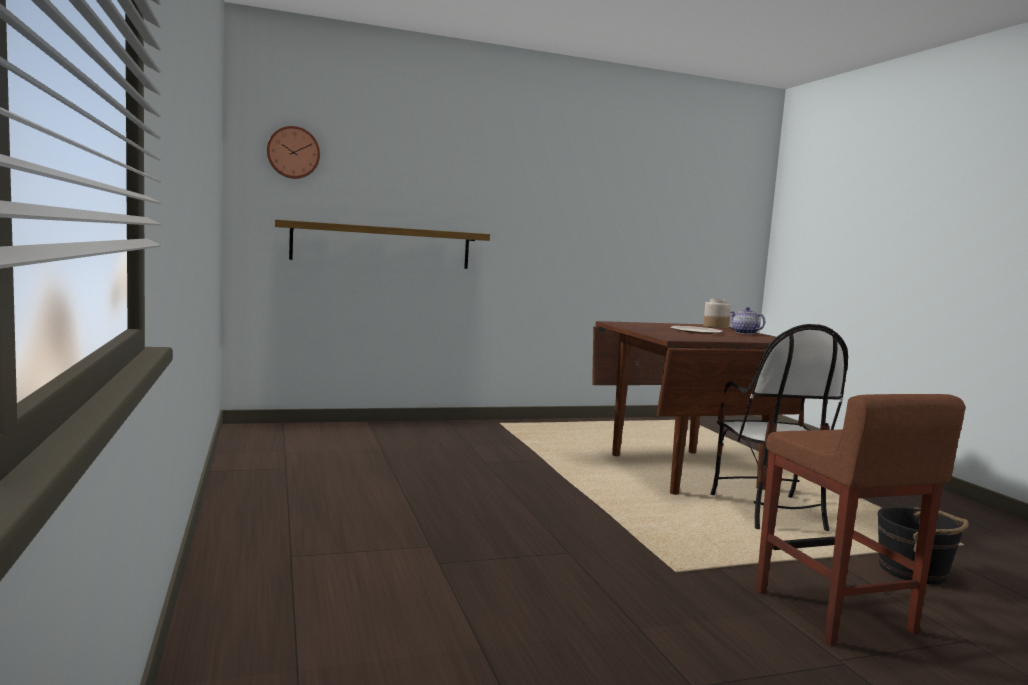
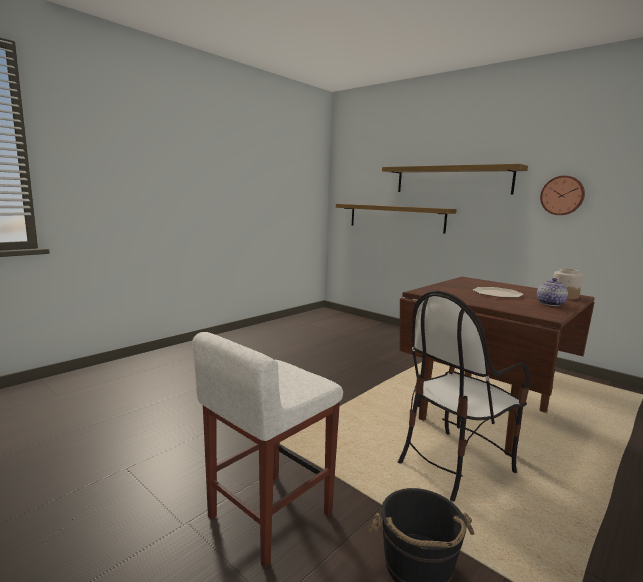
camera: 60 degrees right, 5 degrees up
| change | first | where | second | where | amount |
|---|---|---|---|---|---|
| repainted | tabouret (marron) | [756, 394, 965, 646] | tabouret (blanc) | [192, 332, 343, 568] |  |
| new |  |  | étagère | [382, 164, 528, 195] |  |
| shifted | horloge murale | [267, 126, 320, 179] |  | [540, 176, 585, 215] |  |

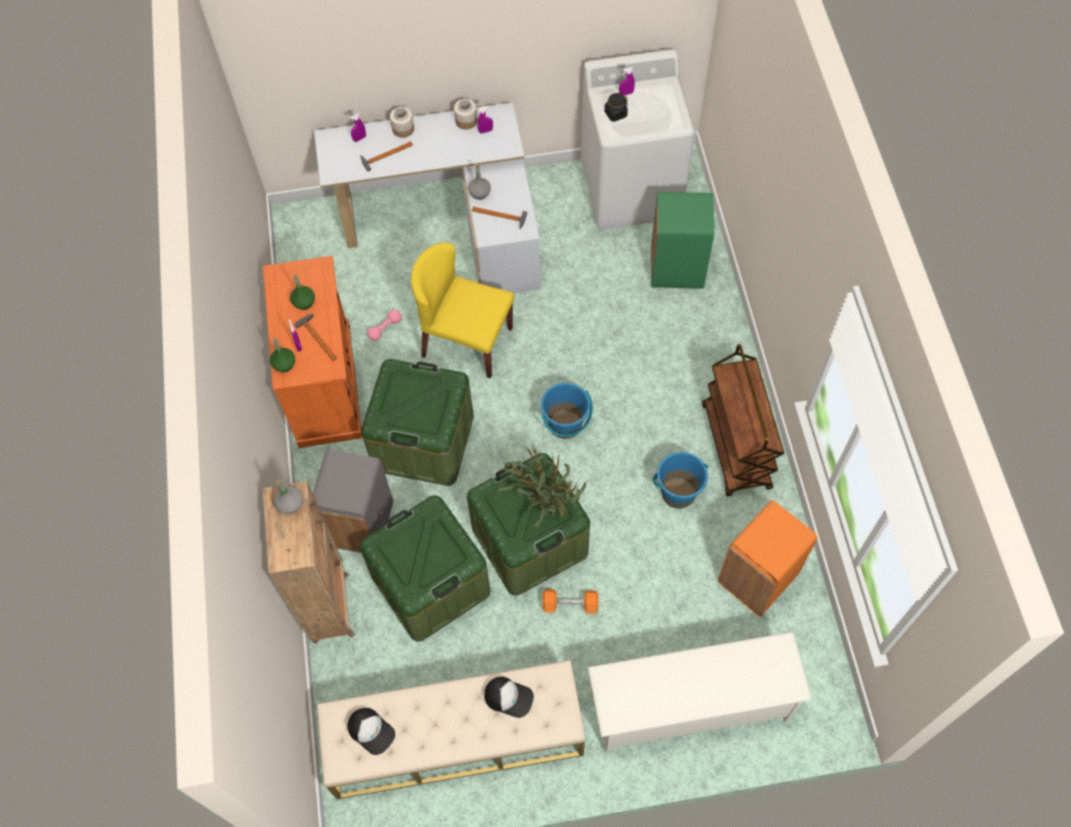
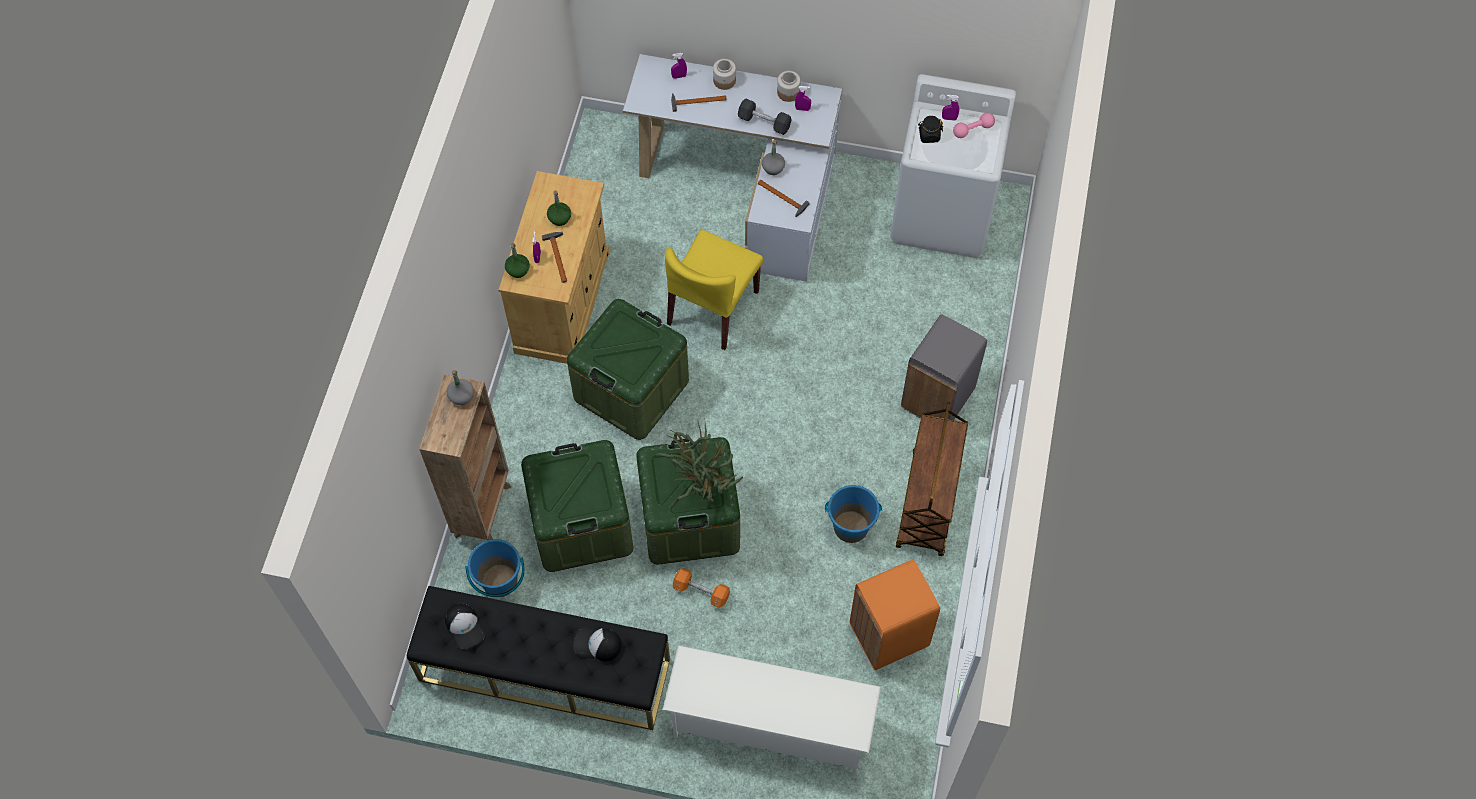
camera: 20 degrees right, 0 degrees up
| change | first | where | second | where | amount |
|---|---|---|---|---|---|
| repainted | banc (beige) | [317, 660, 585, 799] | banc (noir) | [407, 586, 670, 730] |  |
| shifted | seau (bleu) | [541, 383, 593, 439] |  | [465, 539, 525, 597] |  |
| repainted | meuble de rangement (orange) | [263, 256, 363, 448] | meuble de rangement (beige) | [499, 171, 609, 364] |  |
| rotated | casquette | [484, 677, 534, 718] |  | [574, 627, 622, 662] | 150 degrees clockwise |
| rotated | chaise (jaune) | [411, 243, 514, 378] |  | [665, 230, 763, 350] | 105 degrees counterclockwise |
| new |  |  | haltère (noir) | [738, 98, 791, 135] |  |
| shifted | poubelle (gris) | [313, 449, 393, 553] |  | [901, 314, 987, 420] |  |
| shifted | haltère (rose) | [367, 310, 402, 341] |  | [953, 113, 995, 138] |  |
| gone | poubelle (vert) | [651, 192, 714, 289] |  |  |  |

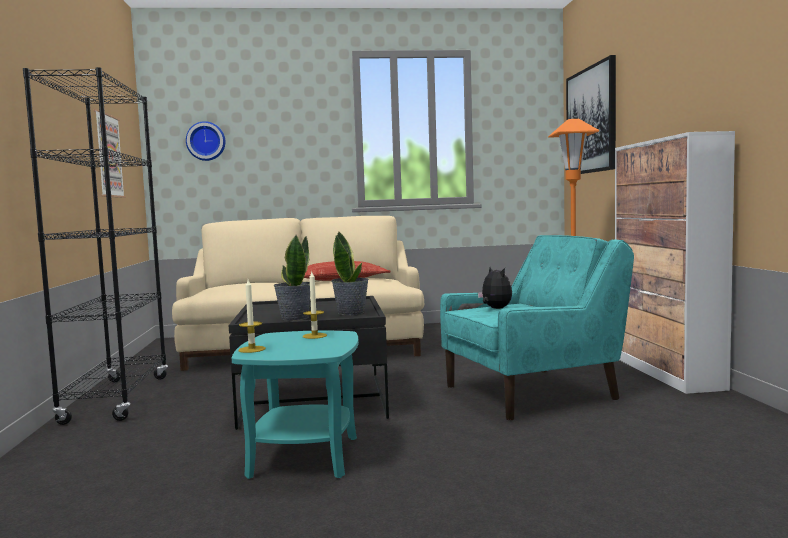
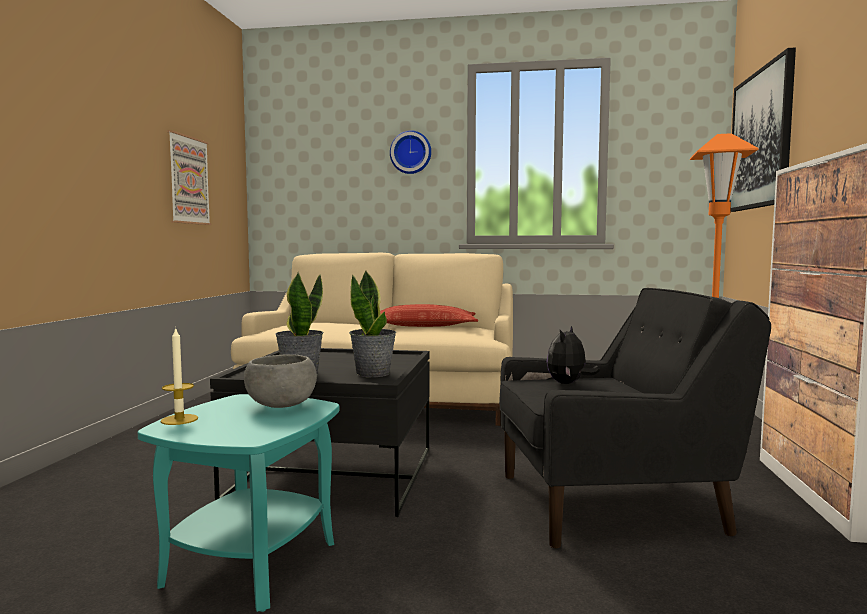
camera: 15 degrees right, 0 degrees up
| change | first | where | second | where | amount |
|---|---|---|---|---|---|
| swapped | bougie | [303, 272, 327, 339] | bol (gris) | [244, 354, 317, 408] |  |
| shifted | horloge murale | [186, 121, 225, 161] |  | [390, 130, 431, 174] |  |
| repainted | fauteuil (turquoise) | [440, 235, 634, 420] | fauteuil (noir) | [499, 288, 771, 548] |  |
| rotated | peluche | [478, 267, 512, 309] |  | [547, 326, 600, 384] | 135 degrees counterclockwise |
| gone | bibliothèque (noir) | [23, 67, 168, 425] |  |  |  |

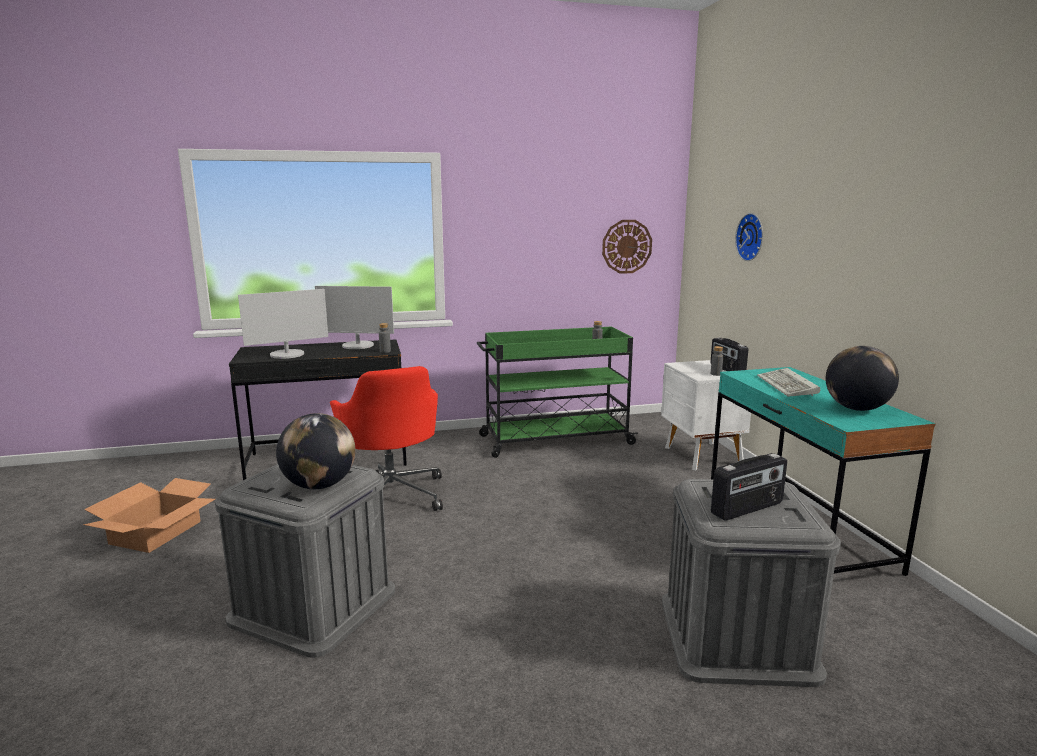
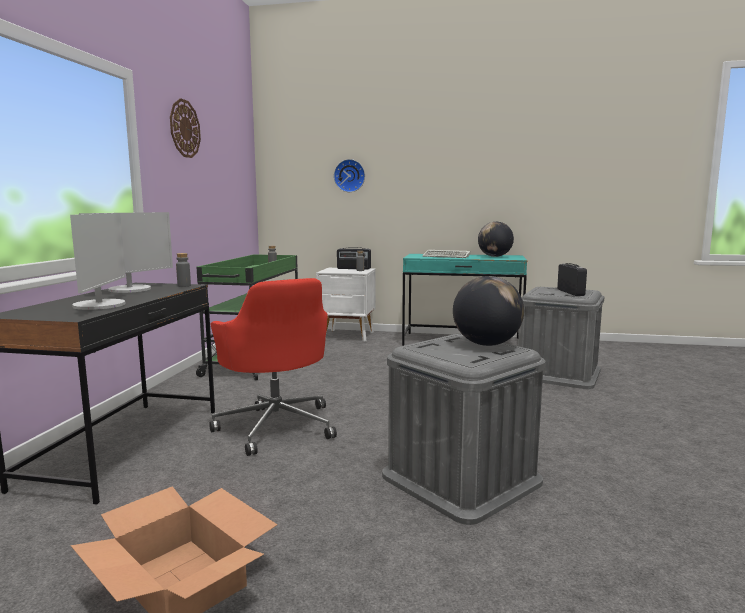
camera: 65 degrees left, 5 degrees down
| change | first | where | second | where | amount |
|---|---|---|---|---|---|
| shifted | horloge murale | [602, 220, 652, 274] |  | [170, 98, 201, 158] |  |
| rotated | chaise de bureau (rouge) | [330, 366, 443, 511] |  | [209, 278, 337, 456] | 60 degrees clockwise |

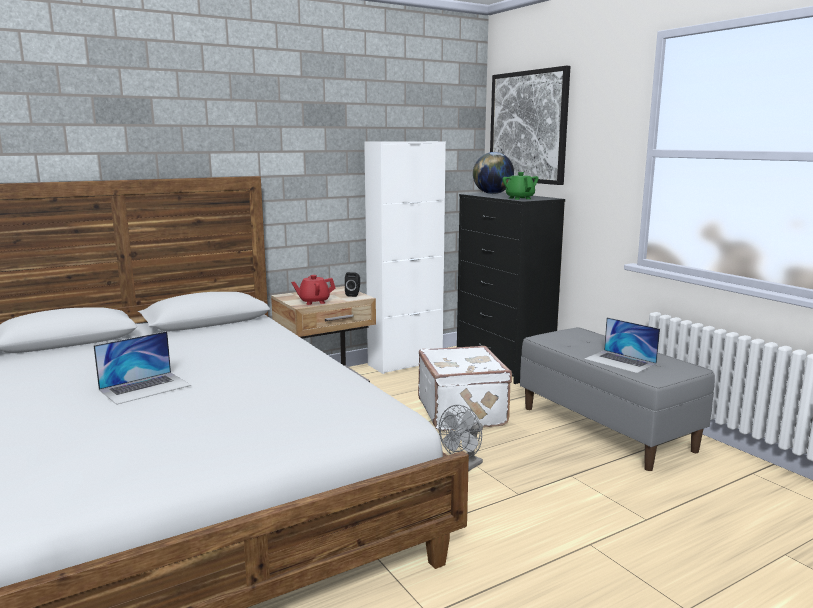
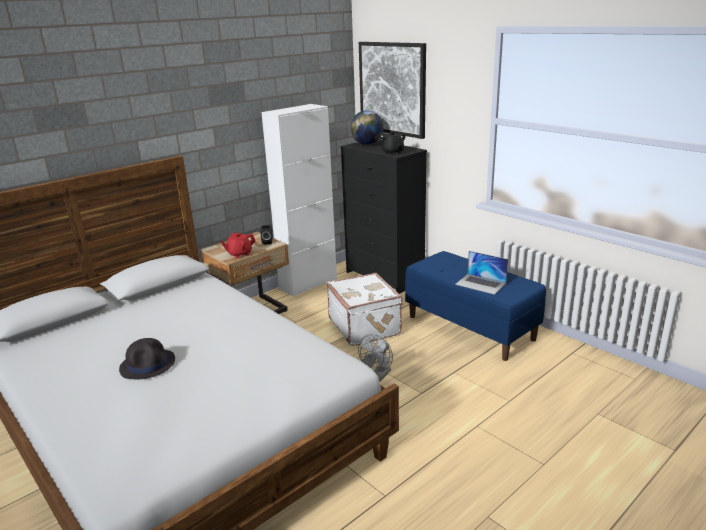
camera: 10 degrees left, 10 degrees up
| change | first | where | second | where | amount |
|---|---|---|---|---|---|
| swapped | ordinateur portable | [93, 331, 191, 405] | chapeau (noir) | [119, 338, 175, 379] |  |
| repainted | théière (vert) | [502, 172, 539, 200] | théière (noir) | [378, 131, 406, 155] |  |
| repainted | banc (gris) | [520, 327, 715, 471] | banc (bleu) | [405, 251, 546, 361] |  |

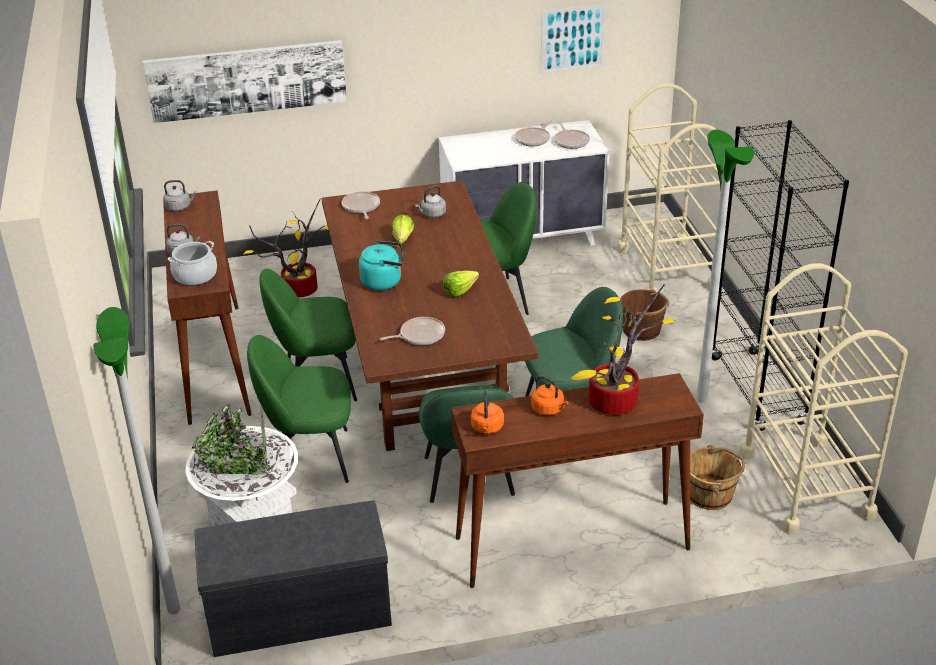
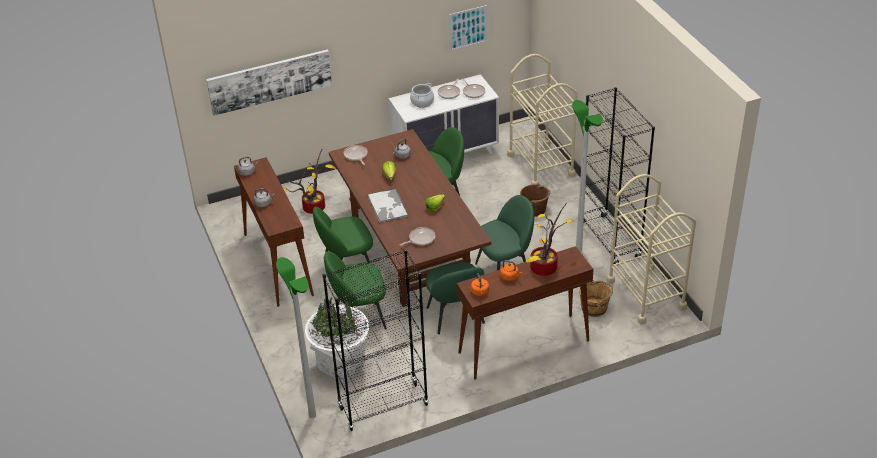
camera: 10 degrees left, 5 degrees up
| change | first | where | second | where | amount |
|---|---|---|---|---|---|
| swapped | banc (gris) | [194, 500, 392, 657] | bibliothèque (noir) | [322, 249, 429, 431] |  |
| swapped | bouilloire (turquoise) | [359, 241, 404, 291] | plateau | [367, 188, 409, 223] |  |
| shifted | marmite | [168, 241, 217, 286] |  | [410, 83, 434, 108] |  |

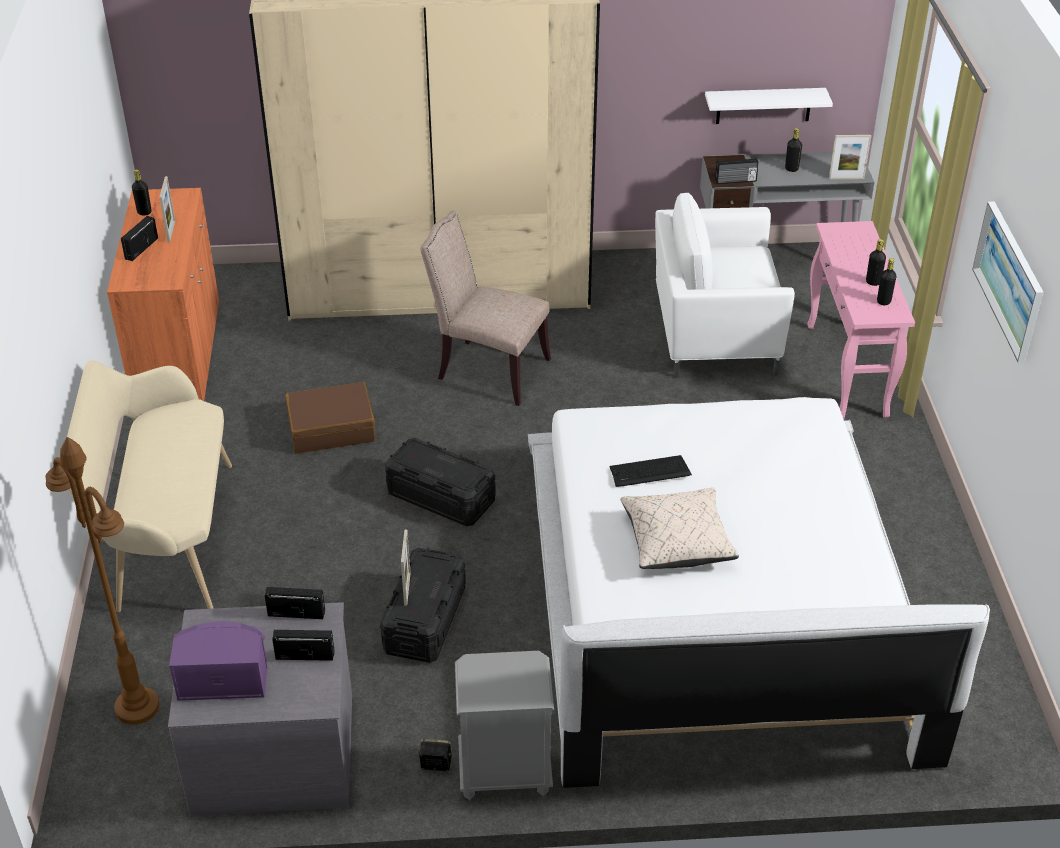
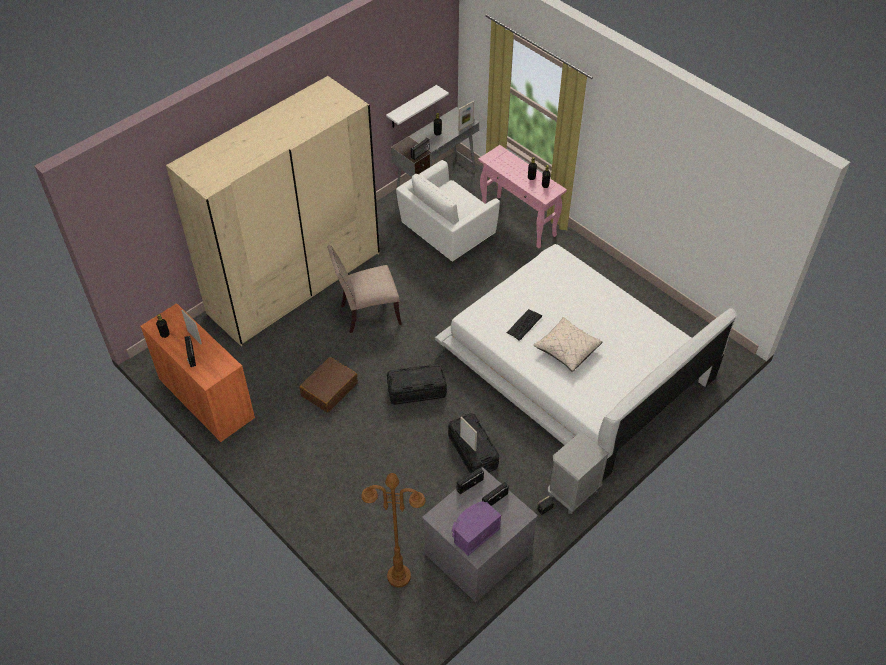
camera: 40 degrees left, 10 degrees up
| change | first | where | second | where | amount |
|---|---|---|---|---|---|
| gone | banc (beige) | [67, 361, 232, 612] |  |  |  |
| gone | tableau | [972, 201, 1044, 362] |  |  |  |

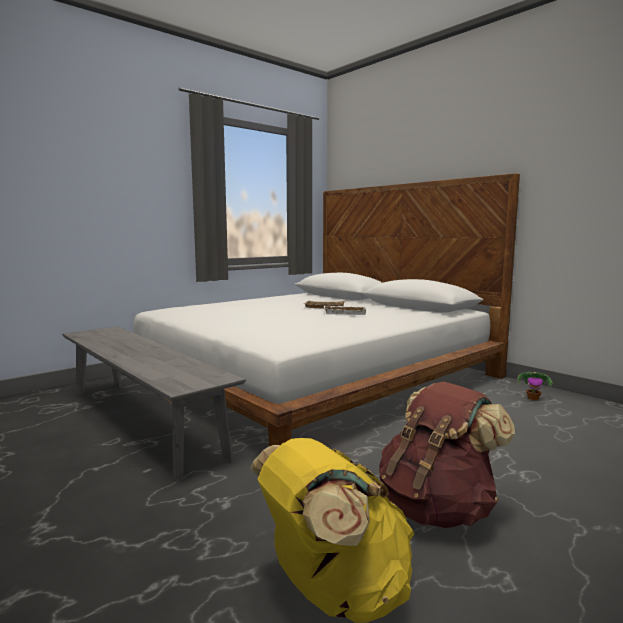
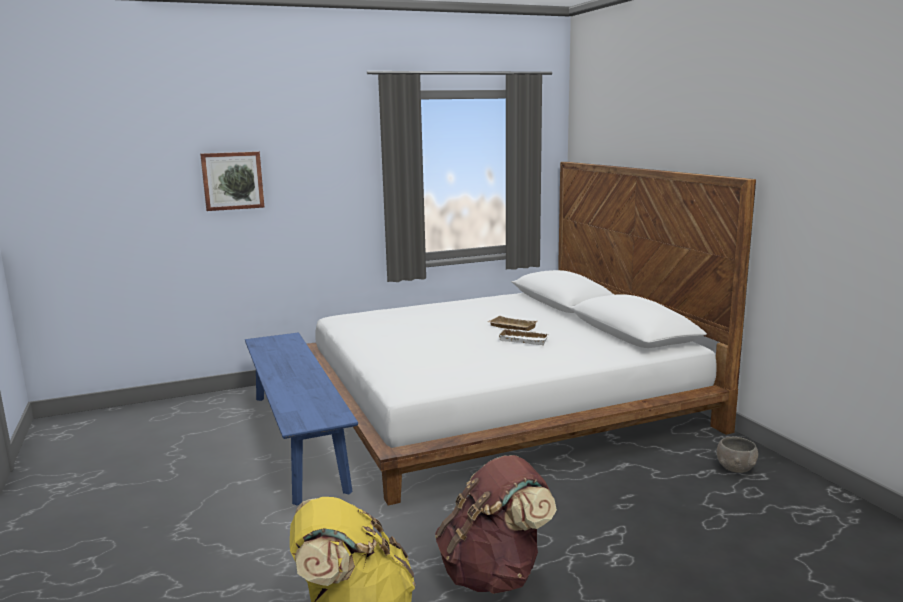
camera: 20 degrees right, 5 degrees up
| change | first | where | second | where | amount |
|---|---|---|---|---|---|
| new |  |  | tableau | [200, 151, 265, 211] |  |
| repainted | banc (gris) | [62, 326, 246, 481] | banc (bleu) | [245, 332, 358, 506] |  |
| swapped | plante en pot | [516, 372, 554, 400] | bol (gris) | [717, 437, 758, 473] |  |

